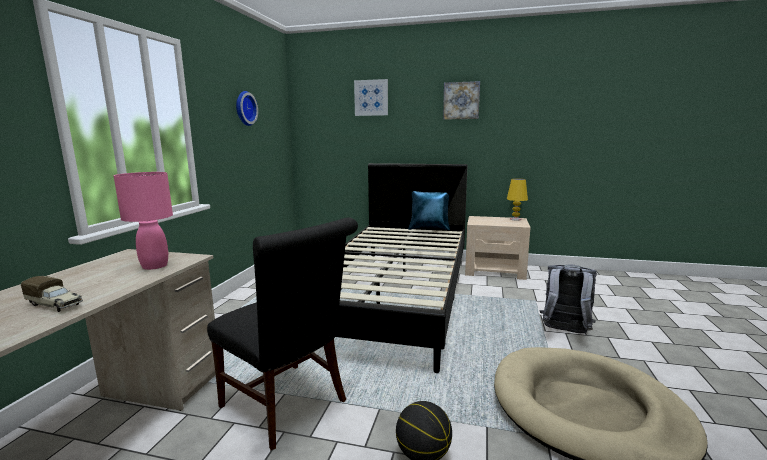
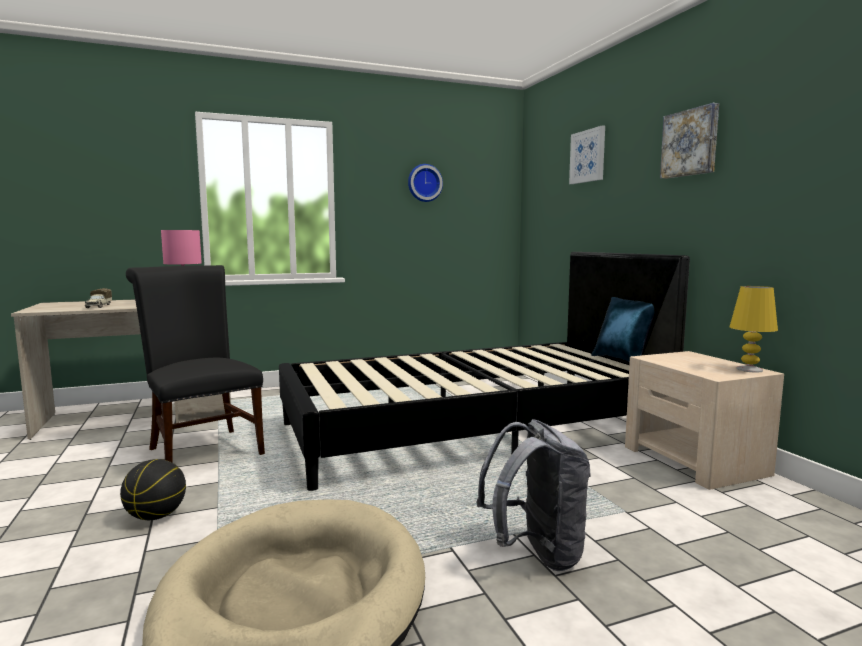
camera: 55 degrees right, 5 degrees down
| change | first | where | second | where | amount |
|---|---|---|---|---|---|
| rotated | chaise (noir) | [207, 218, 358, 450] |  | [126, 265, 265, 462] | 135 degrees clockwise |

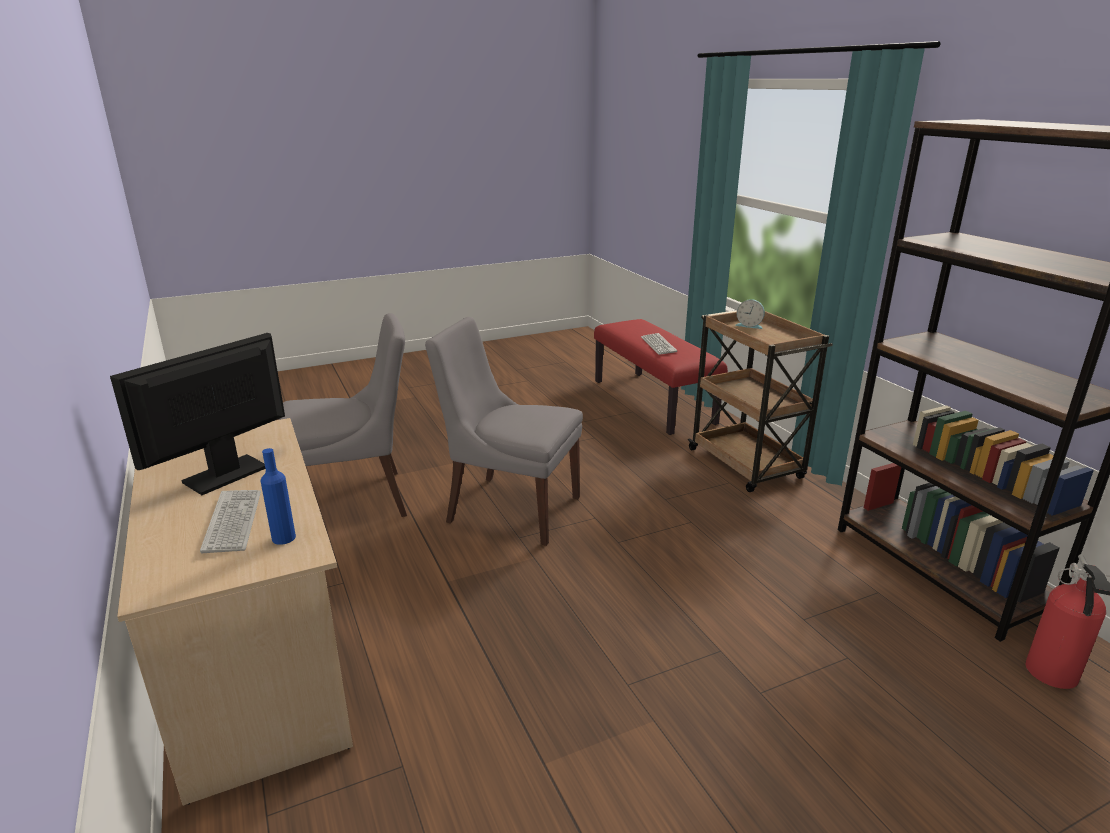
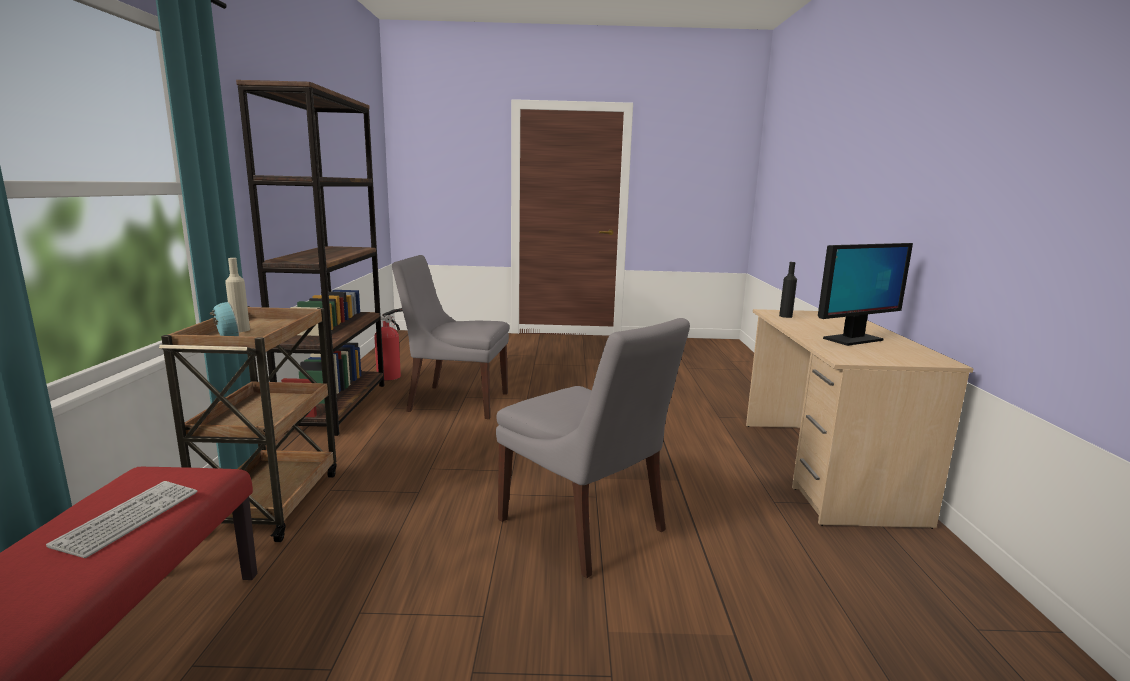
camera: 155 degrees left, 10 degrees down
| change | first | where | second | where | amount |
|---|---|---|---|---|---|
| new |  |  | bouteille (beige) | [225, 258, 250, 332] |  |
| shifted | chaise (gris) | [278, 313, 407, 517] |  | [392, 255, 509, 419] |  |
| repainted | bouteille (bleu) | [261, 448, 296, 545] | bouteille (noir) | [779, 262, 797, 318] |  |
| gone | clavier | [200, 490, 261, 553] |  |  |  |

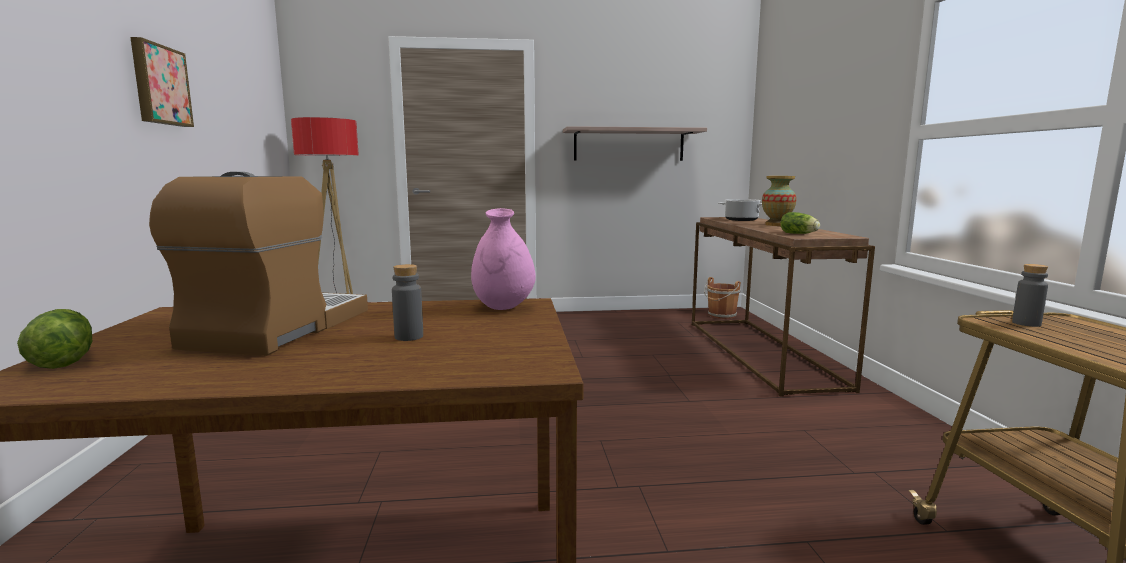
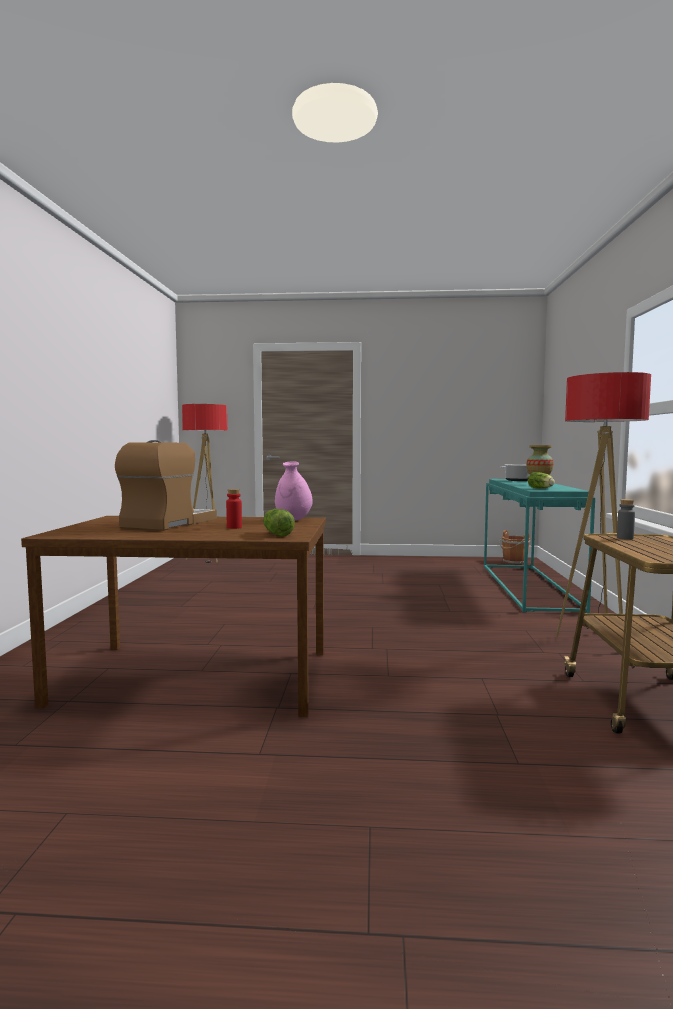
camera: 10 degrees right, 5 degrees down
| change | first | where | second | where | amount |
|---|---|---|---|---|---|
| repainted | bouteille (gris) | [392, 264, 423, 341] | bouteille (rouge) | [226, 489, 242, 529] |  |
| shifted | laitue | [17, 309, 93, 369] |  | [263, 509, 295, 537] |  |
| repainted | table console (marron) | [692, 217, 875, 397] | table console (turquoise) | [484, 479, 595, 613] |  |
| new |  |  | lampadaire | [556, 372, 651, 638] |  |
| gone | tableau | [130, 37, 194, 127] |  |  |  |
| gone | étagère | [563, 126, 707, 161] |  |  |  |

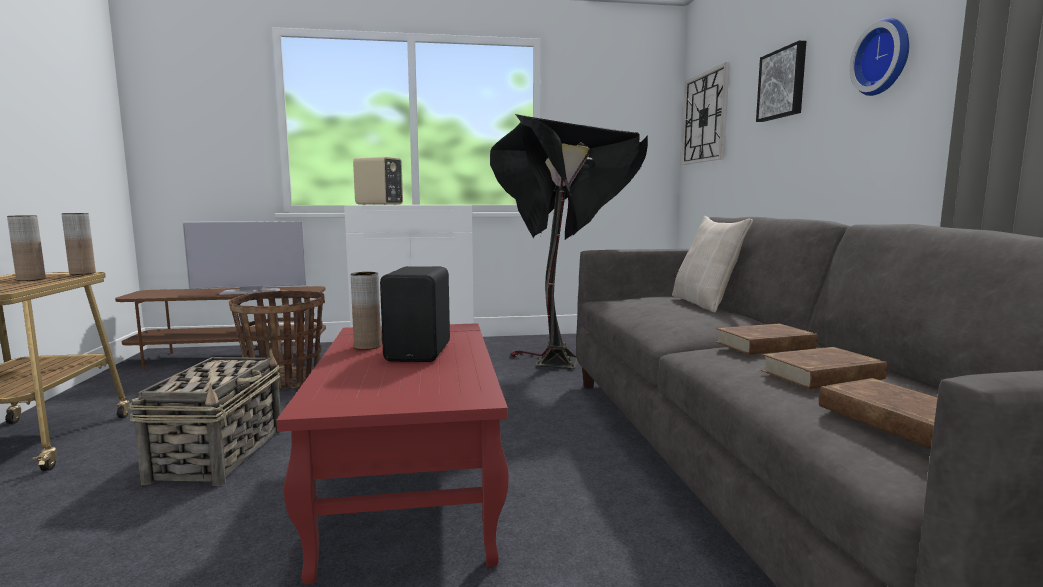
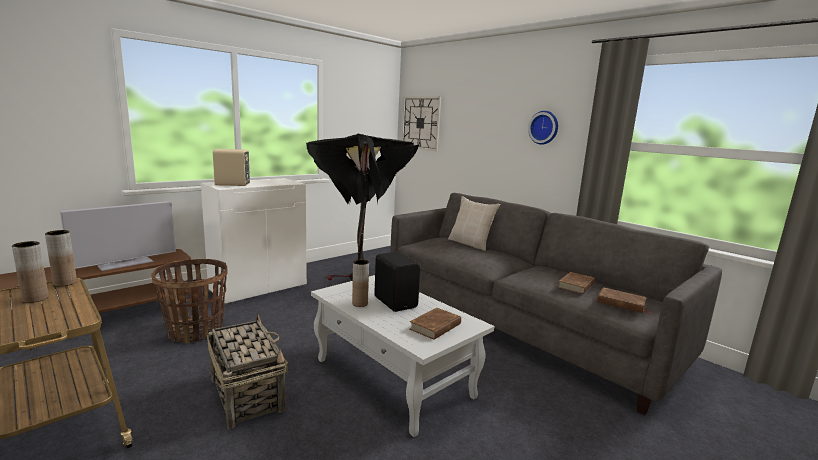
camera: 35 degrees left, 5 degrees up
| change | first | where | second | where | amount |
|---|---|---|---|---|---|
| repainted | table basse (rouge) | [276, 323, 509, 584] | table basse (blanc) | [311, 275, 494, 437] |  |
| shifted | livre (marron) | [715, 324, 818, 355] |  | [410, 308, 461, 340] |  |
| gone | tableau | [756, 41, 806, 122] |  |  |  |

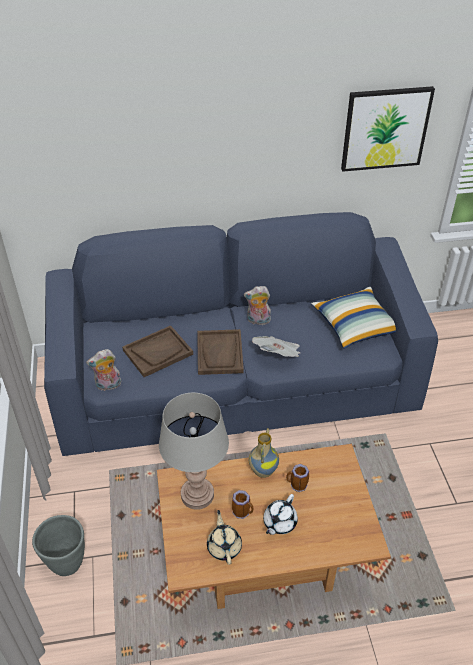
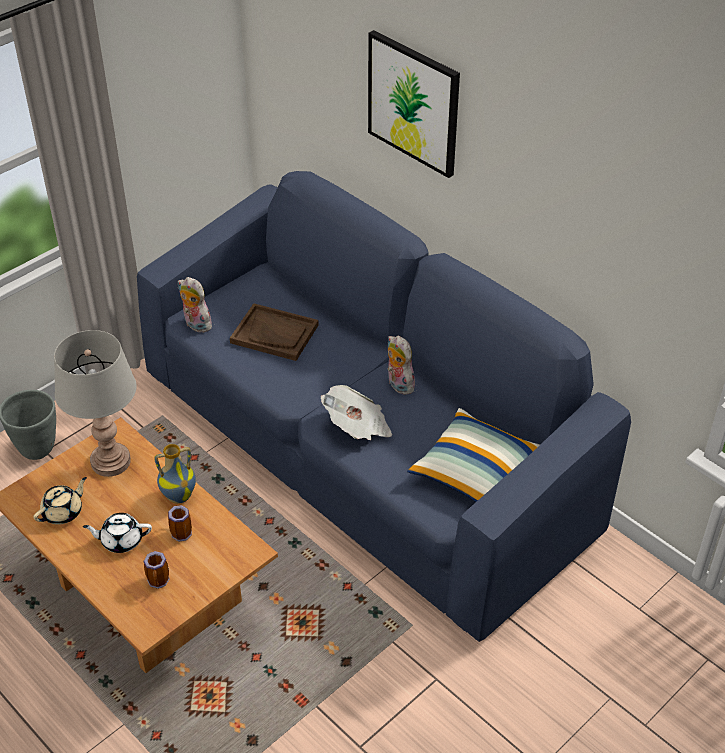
camera: 55 degrees right, 0 degrees up
| change | first | where | second | where | amount |
|---|---|---|---|---|---|
| shifted | mug | [232, 490, 253, 519] |  | [143, 551, 170, 589] |  |
| shifted | tableau | [341, 86, 435, 172] |  | [368, 30, 460, 178] |  |
| gone | plateau (marron) | [197, 329, 244, 375] |  |  |  |

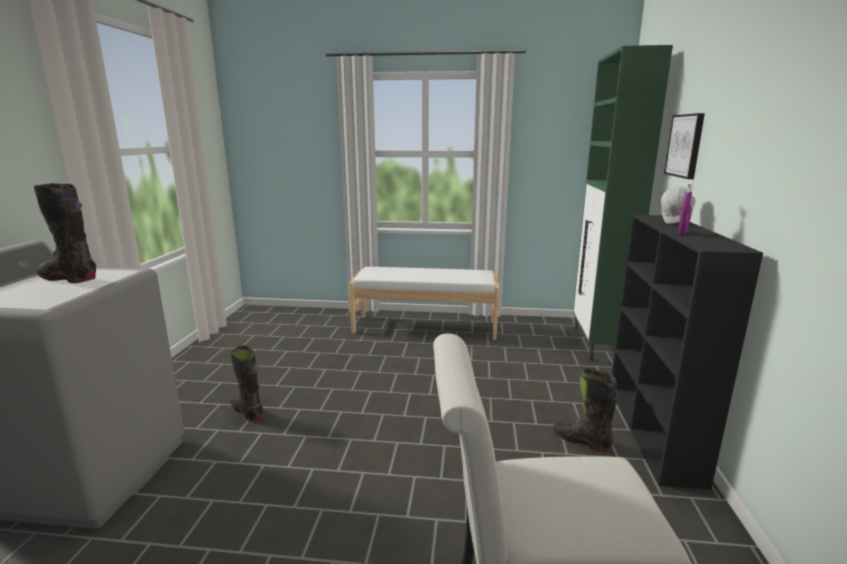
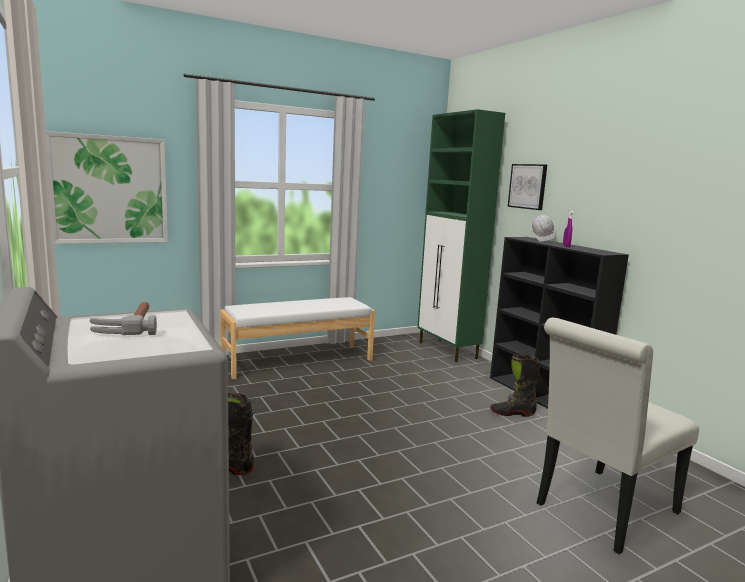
camera: 35 degrees left, 5 degrees down
| change | first | where | second | where | amount |
|---|---|---|---|---|---|
| new |  |  | tableau | [46, 131, 168, 244] |  |
| swapped | botte (noir) | [34, 183, 96, 283] | marteau | [89, 302, 157, 335] |  |

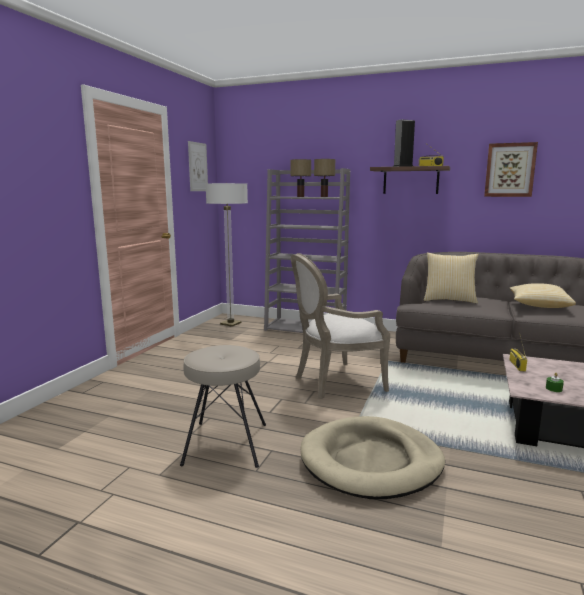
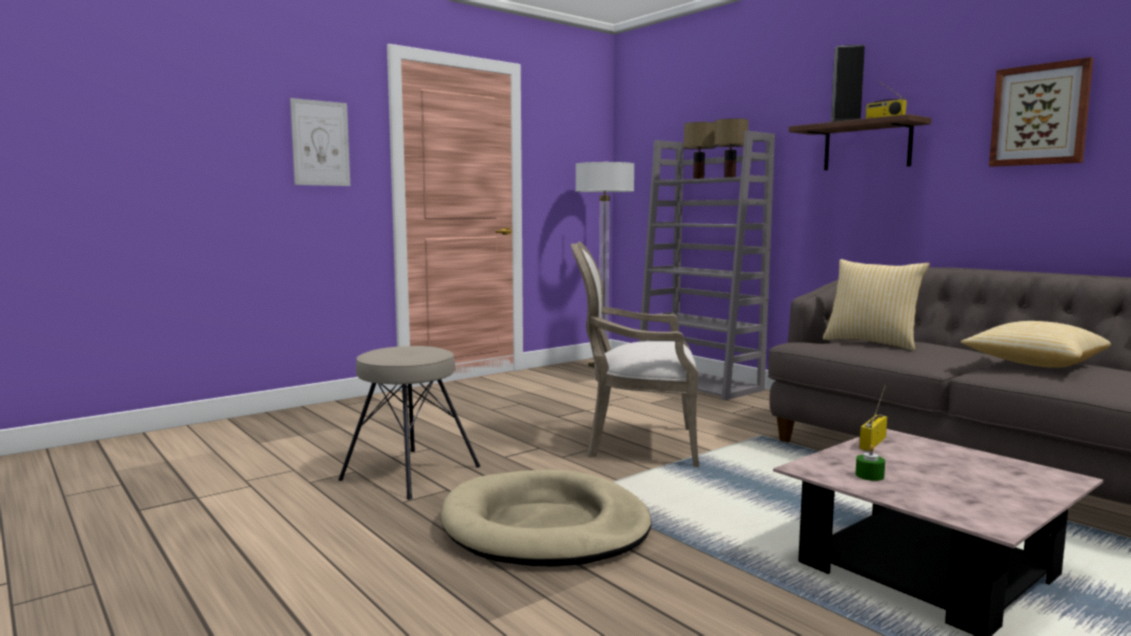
camera: 30 degrees right, 5 degrees down
| change | first | where | second | where | amount |
|---|---|---|---|---|---|
| shifted | tableau | [188, 141, 208, 191] |  | [290, 98, 350, 186] |  |

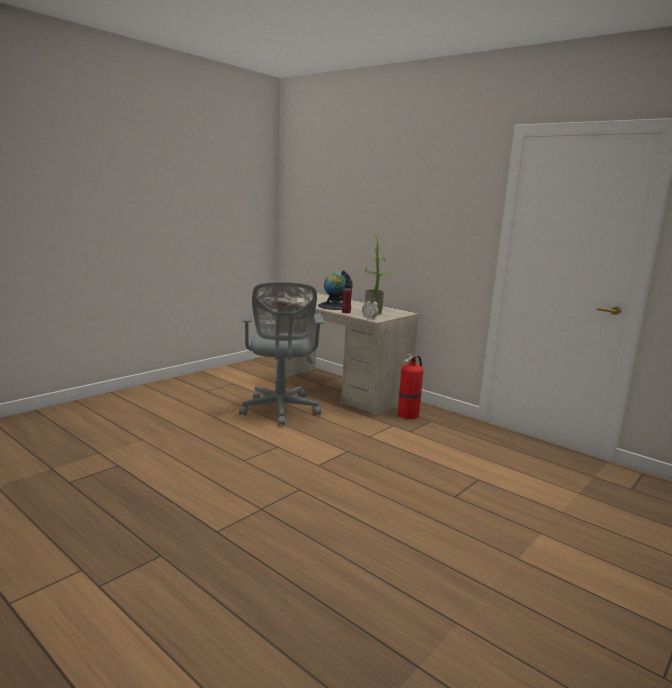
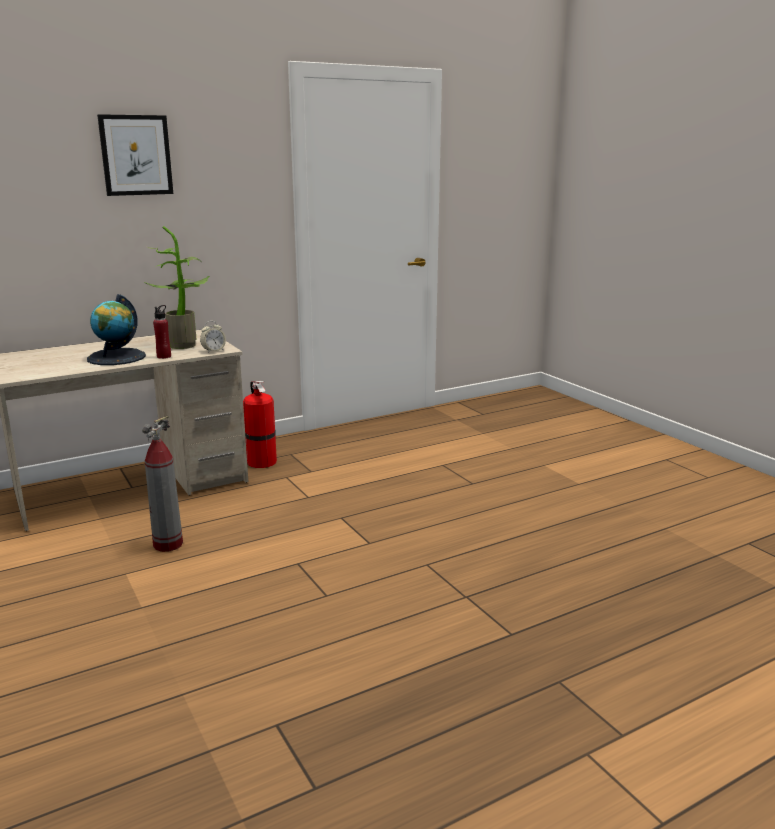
camera: 70 degrees left, 5 degrees up
| change | first | where | second | where | amount |
|---|---|---|---|---|---|
| new |  |  | tableau | [97, 114, 173, 196] |  |
| swapped | chaise de bureau (gris) | [239, 281, 324, 426] | extincteur | [142, 416, 183, 552] |  |

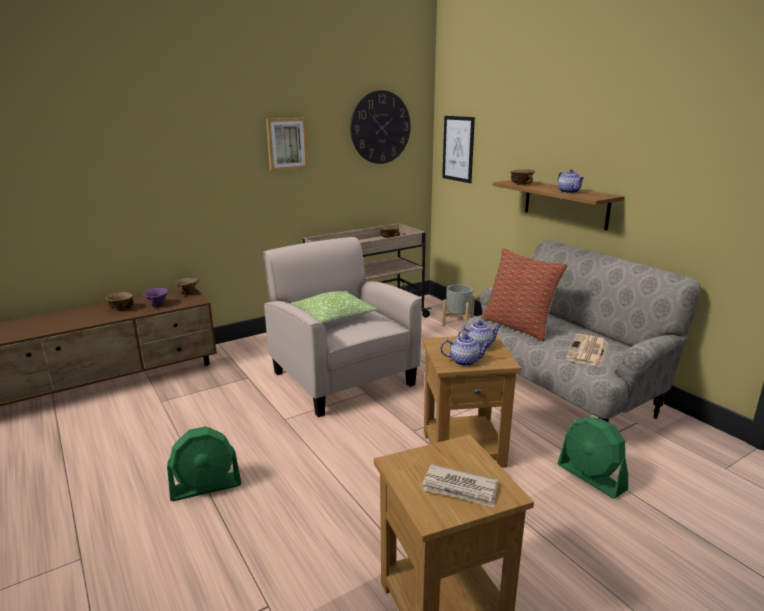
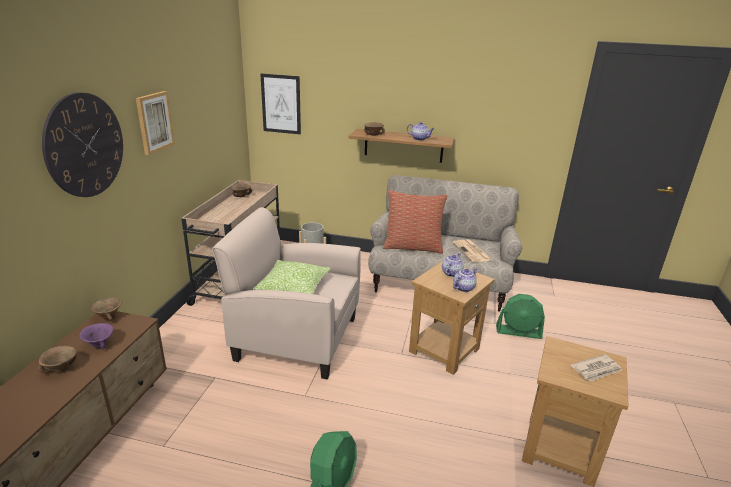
camera: 45 degrees left, 5 degrees up
| change | first | where | second | where | amount |
|---|---|---|---|---|---|
| shifted | horloge murale | [350, 90, 411, 164] |  | [42, 92, 123, 197] |  |

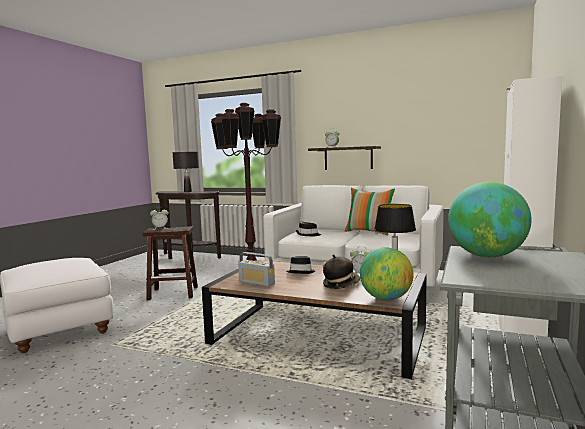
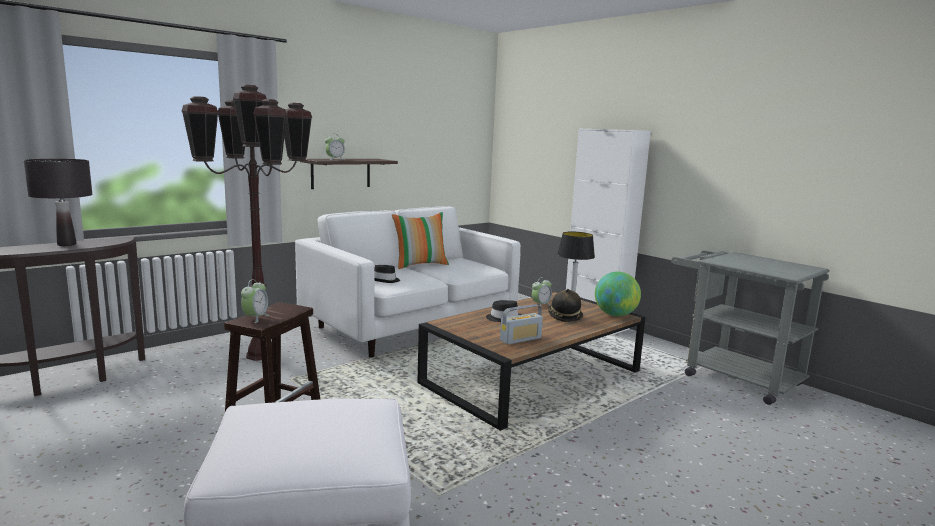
camera: 65 degrees left, 5 degrees up
| change | first | where | second | where | amount |
|---|---|---|---|---|---|
| gone | globe | [448, 182, 532, 257] |  |  |  |

